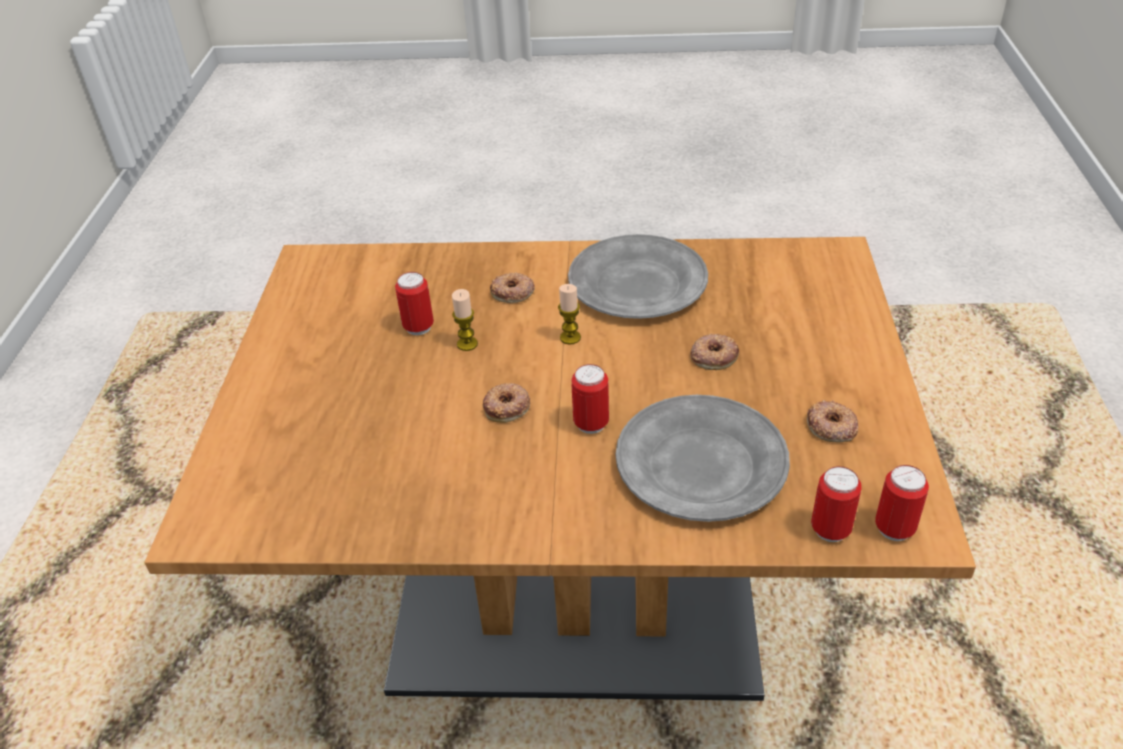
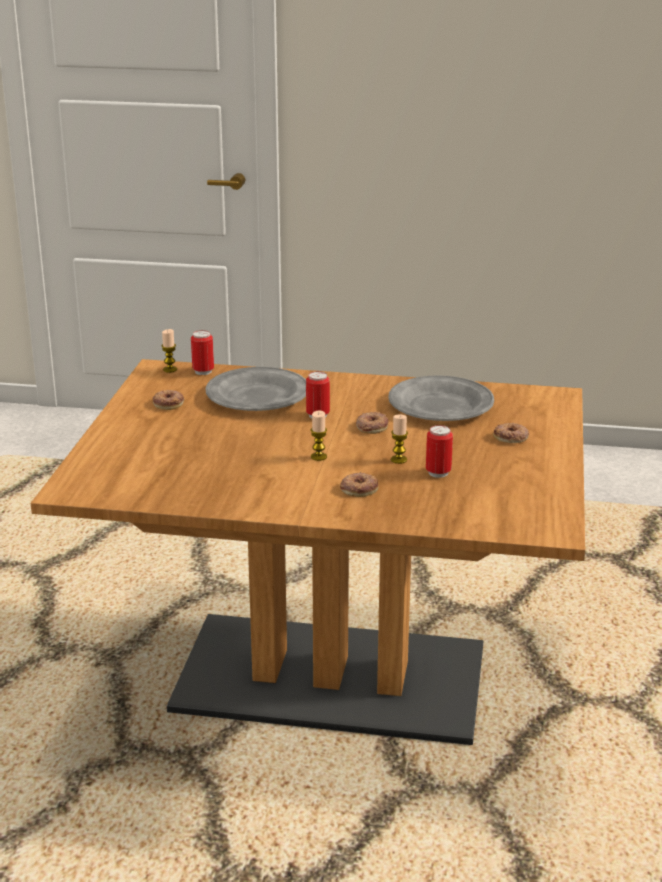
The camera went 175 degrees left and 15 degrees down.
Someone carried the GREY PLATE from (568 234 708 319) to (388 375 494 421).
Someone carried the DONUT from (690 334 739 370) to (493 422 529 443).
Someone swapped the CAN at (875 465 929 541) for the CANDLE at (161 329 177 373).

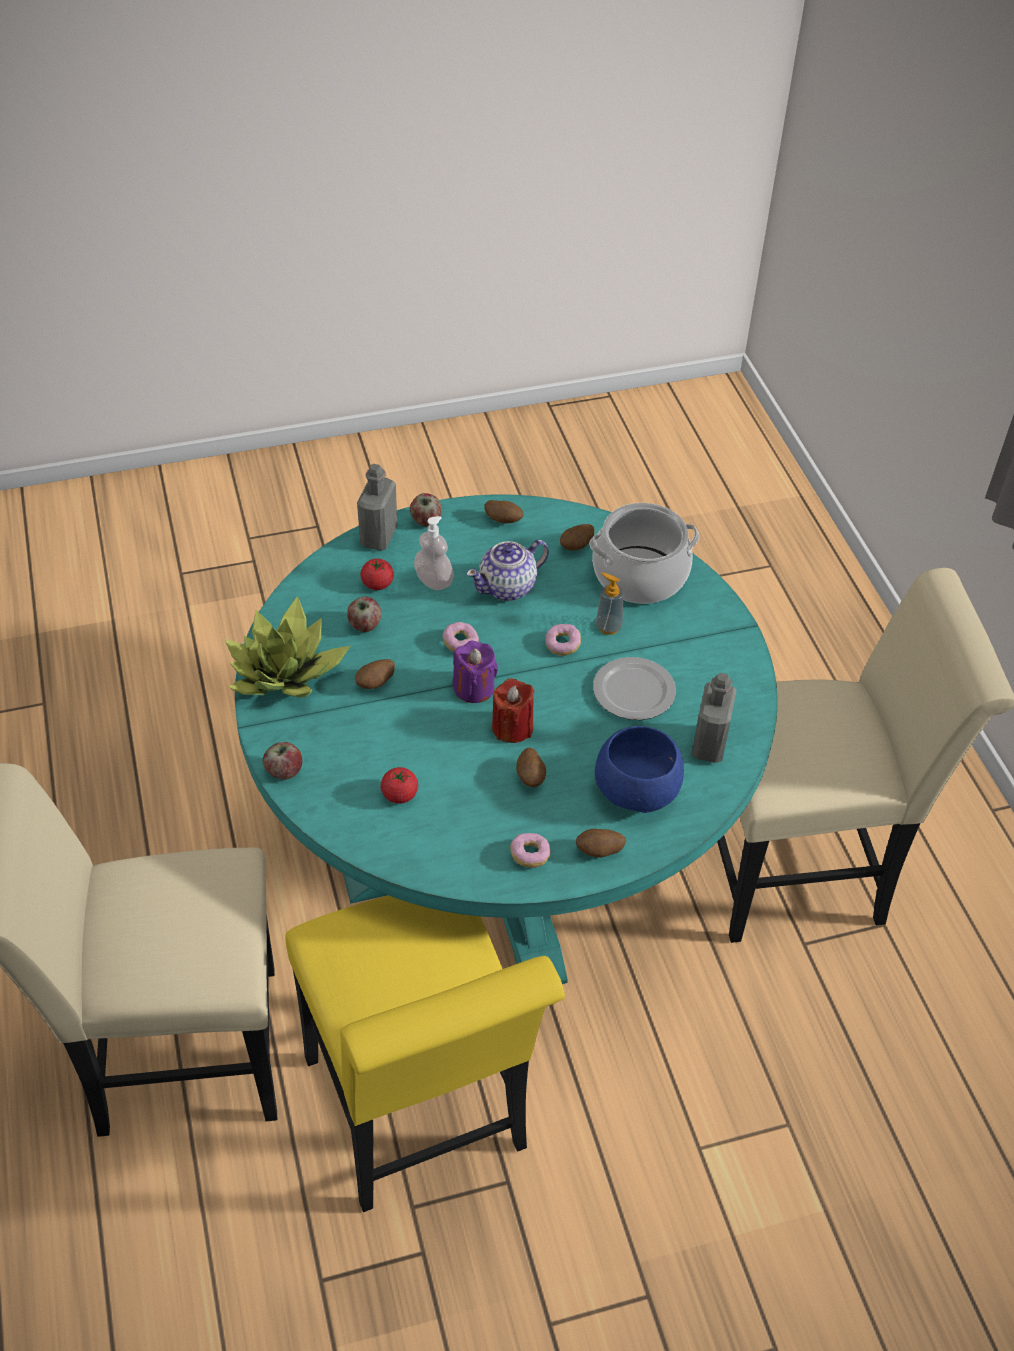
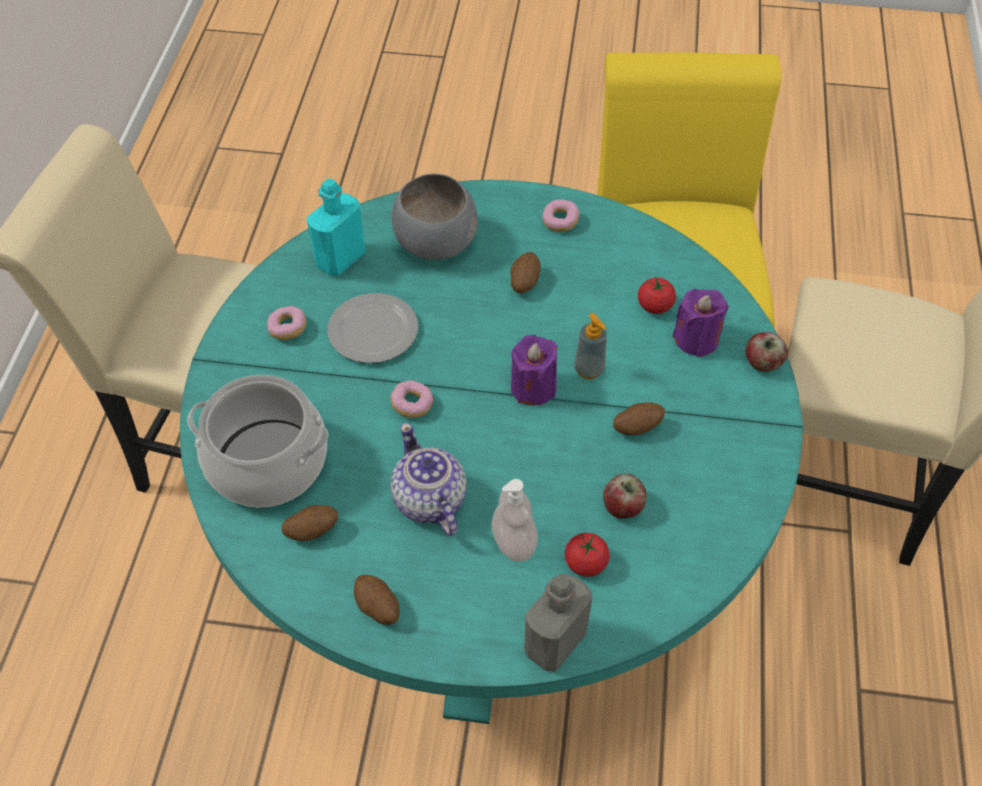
The camera went 155 degrees left and 5 degrees up.
Someone took away the POTTED PLANT at (225 596 350 698).
Someone took away the APPLE at (410 493 442 526).
Someone carried the DONUT from (443 622 479 652) to (267 306 306 340).
Someone rotated the TEAPOT at (467 539 549 601) by 105 degrees counterclockwise.
Someone took away the RED CANDLE at (492 679 534 743).
Someone took away the POTATO at (576 829 626 858).
Someone repainted the BLUE BOWL at (595 726 684 813), which became the GREY BOWL at (392 174 478 260).
Someone carried the SOAP DISPENSER from (596 572 624 635) to (574 313 606 379).
Someone repainted the GREY BOTTLE at (692 673 737 763), which became the TURQUOISE BOTTLE at (307 178 365 276).
Someone put down the PURPLE CANDLE at (672 289 728 357).

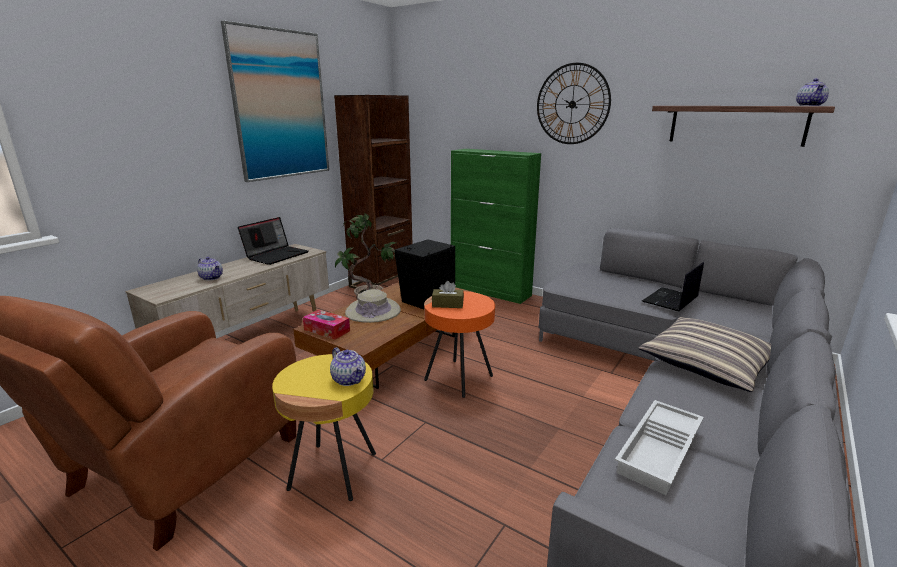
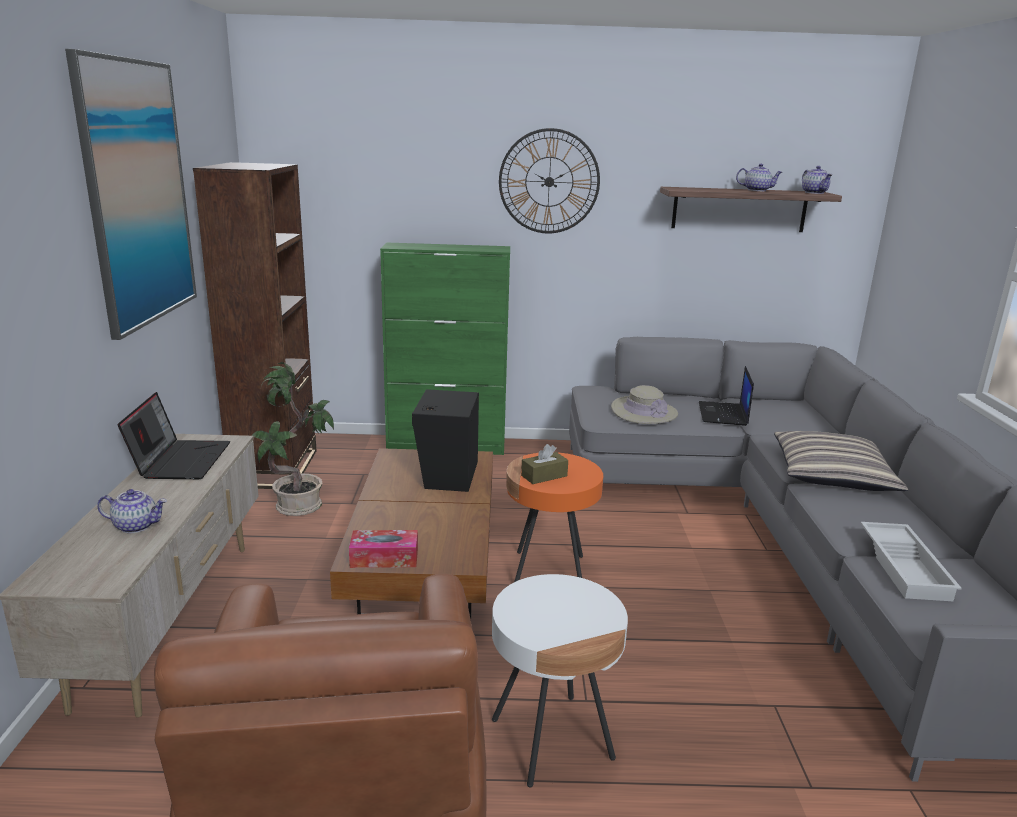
The camera went 35 degrees left and 0 degrees up.
Someone repainted the YELLOW SIDE TABLE at (272 354 376 501), which became the WHITE SIDE TABLE at (492 574 628 787).
Someone carried the TEAPOT from (330 347 366 386) to (736 164 782 191).
Someone carried the BEIGE HAT from (345 289 401 323) to (611 385 678 424).

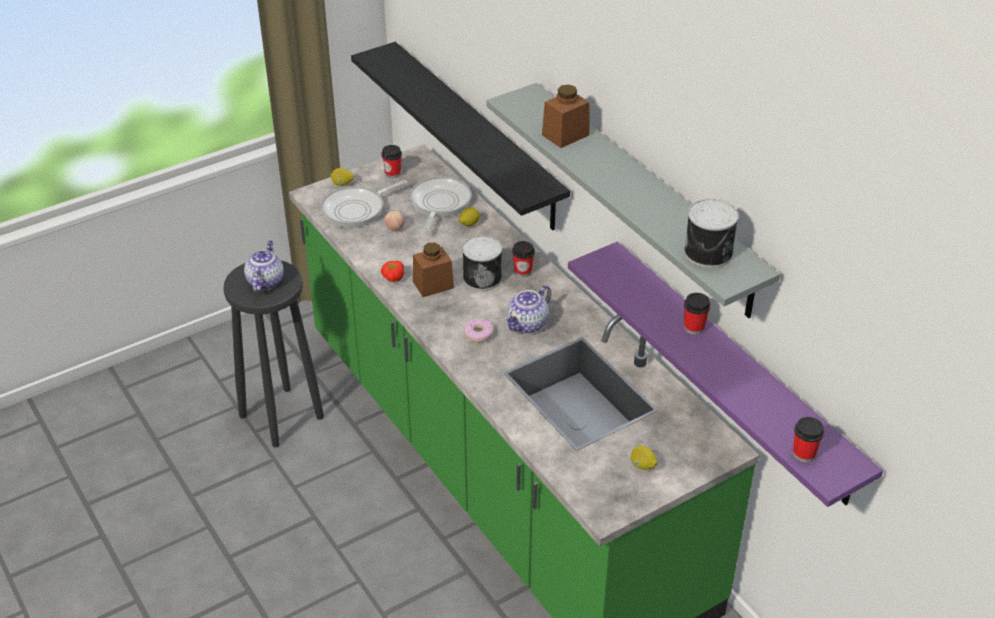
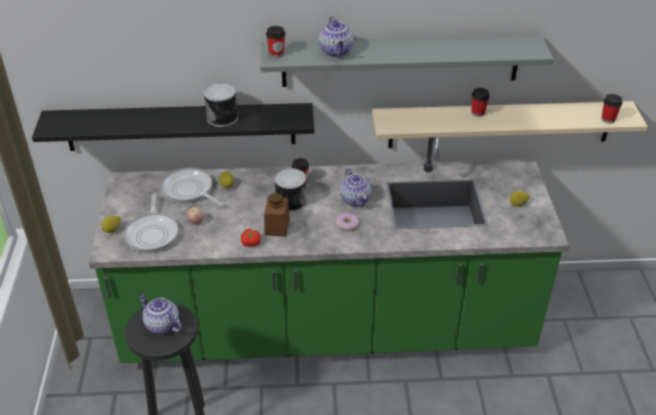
The camera went 60 degrees left and 0 degrees up.
Someone carried the CUP from (381 145 402 178) to (266 26 285 58).
Someone swapped the BROWN JAR at (542 85 590 148) for the TEAPOT at (319 17 353 57).
Someone repainted the PURPLE SHELF at (568 242 883 507), which became the BEIGE SHELF at (372 101 648 148).
Someone carried the CAN from (684 199 739 268) to (203 82 238 127).

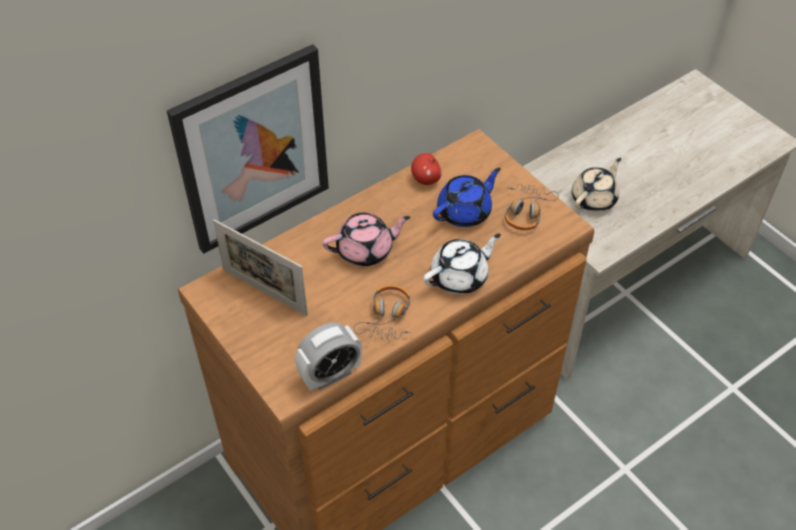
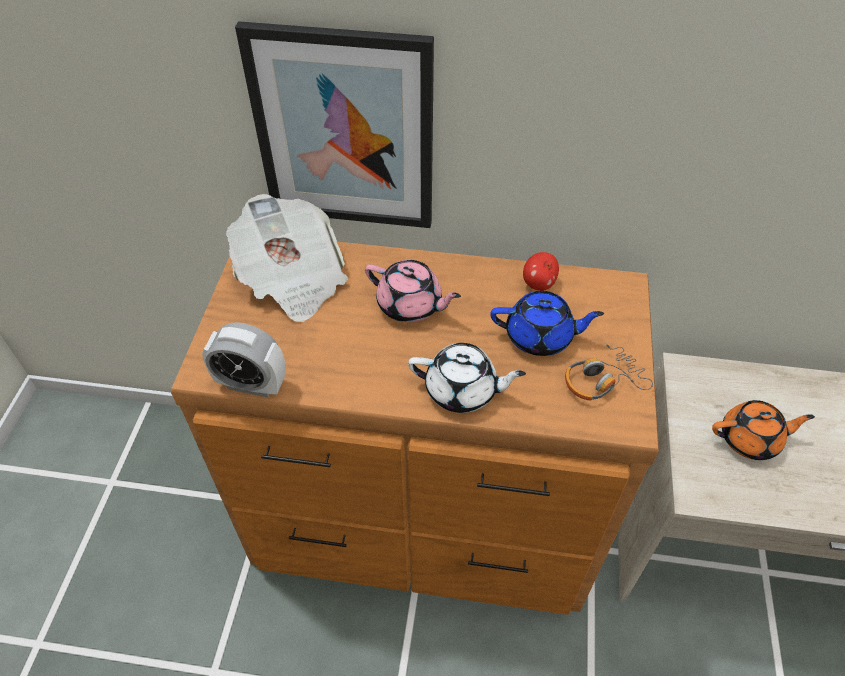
The camera went 45 degrees right and 0 degrees up.
Someone swapped the PICTURE FRAME at (213 219 308 316) for the NEWSPAPER at (226 194 348 322).
Someone took away the HEADPHONES at (354 285 411 340).
Someone repainted the BEIGE TEAPOT at (572 158 621 212), which became the ORANGE TEAPOT at (712 400 815 460).

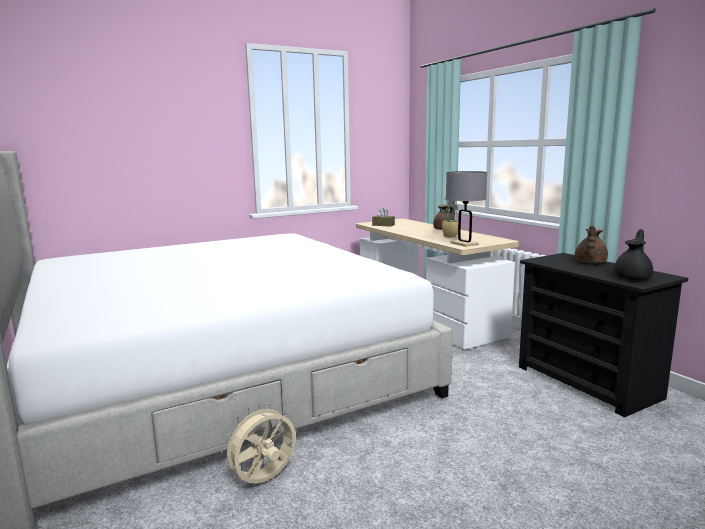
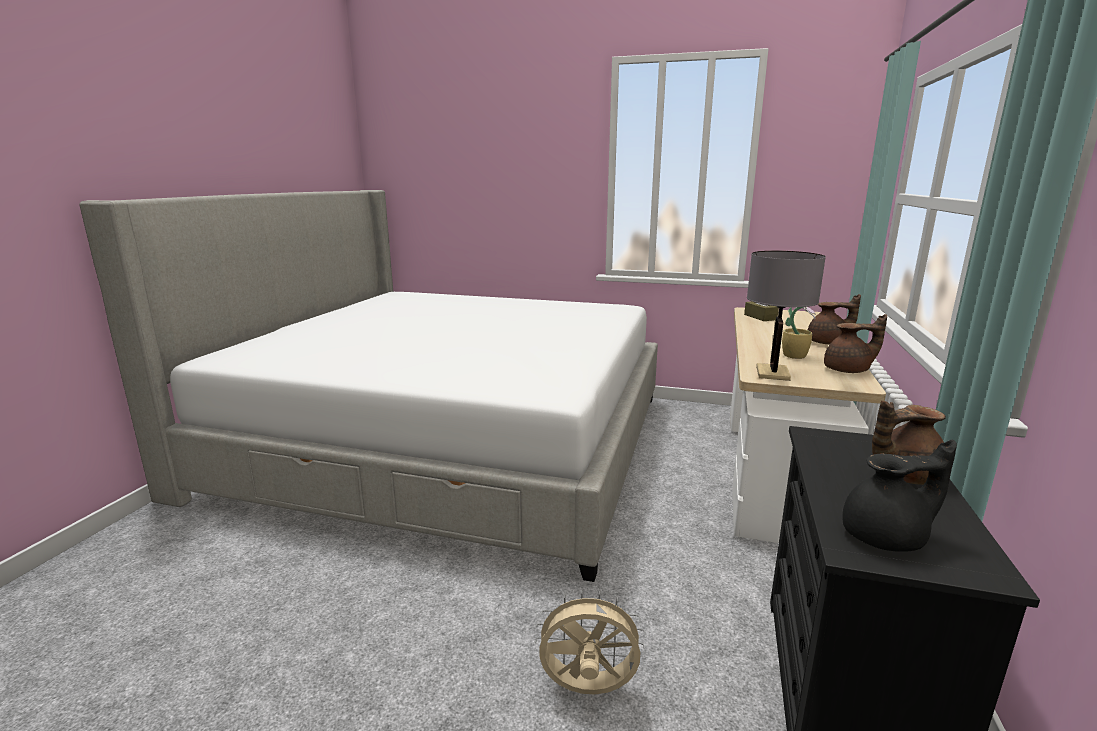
The camera went 45 degrees right and 5 degrees up.
Someone carried the BEIGE FAN from (221 403 296 484) to (535 589 646 694).
Someone put down the BROWN TEAPOT at (824 314 887 373).

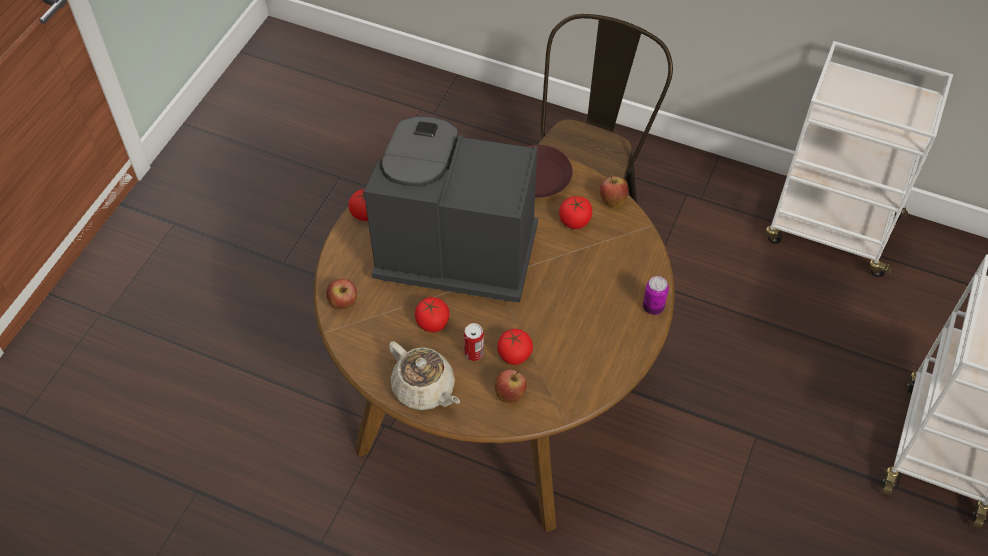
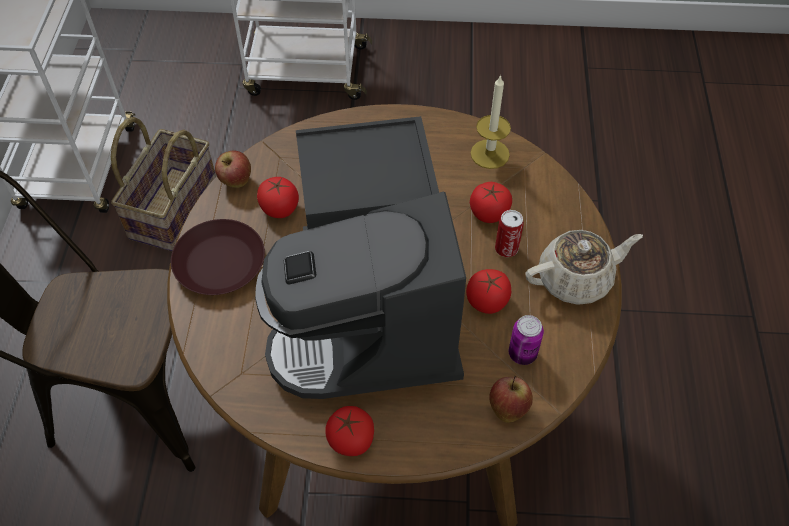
The camera went 110 degrees left and 0 degrees up.
Someone rotated the BEIGE TEAPOT at (389 341 460 410) by 45 degrees clockwise.
Someone took away the APPLE at (494 369 527 403).
Someone carried the CAN from (643 276 669 315) to (509 315 544 365).
Someone put down the BASKET at (111 117 216 251).
Someone put down the CANDLE at (470 75 511 169).

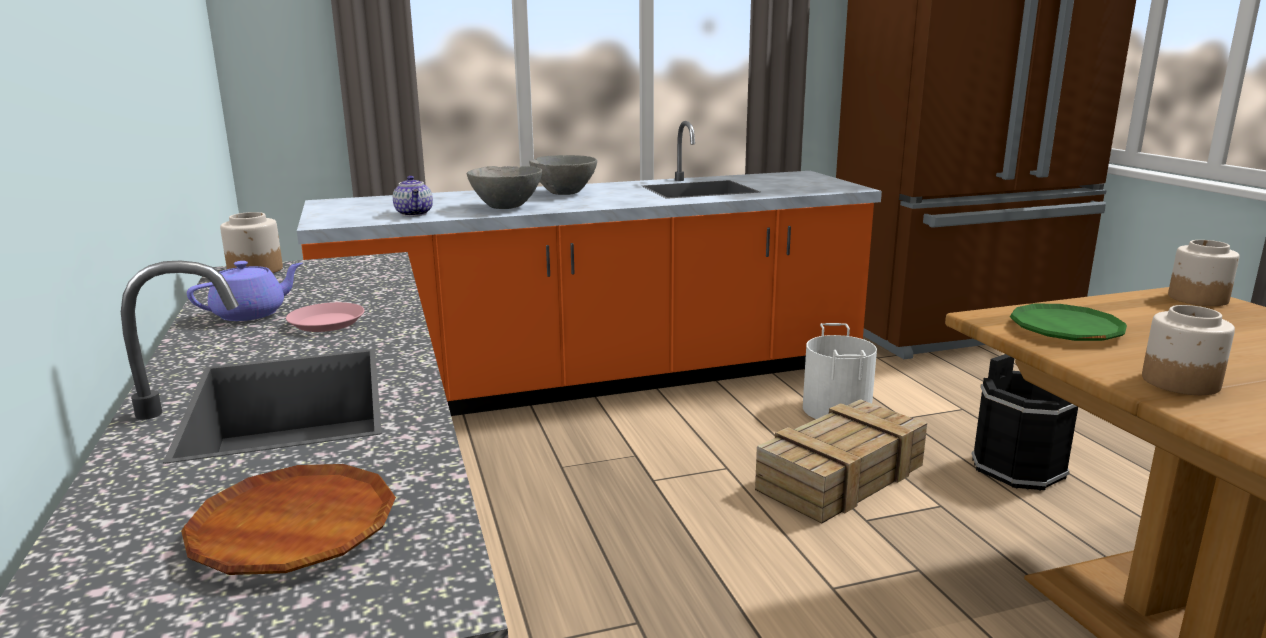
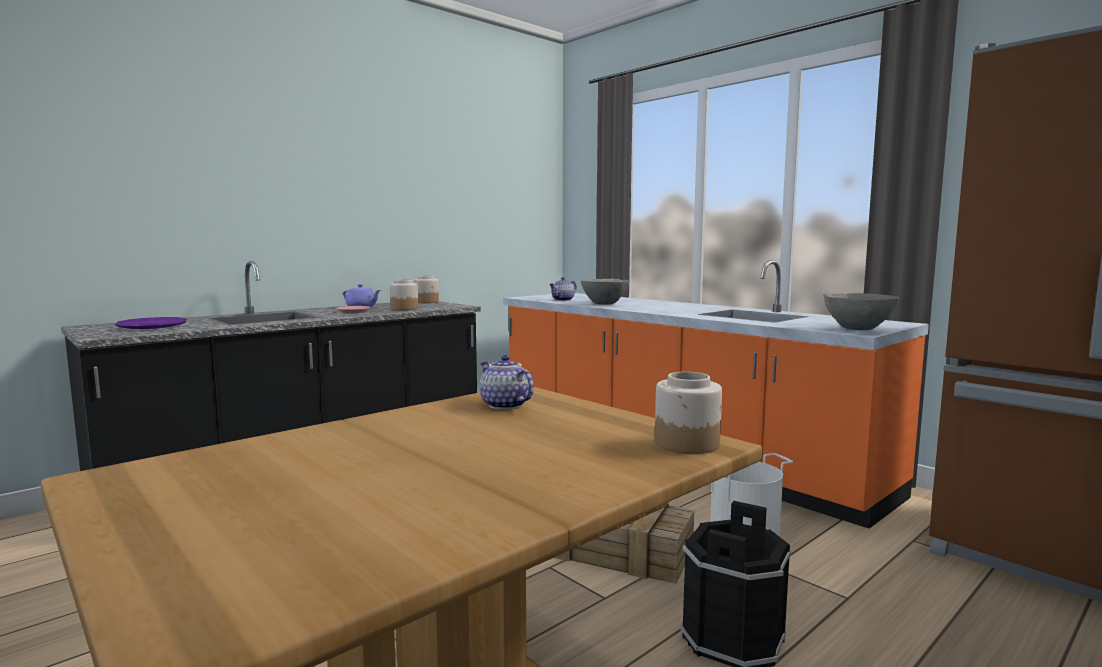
The camera went 65 degrees right and 10 degrees down.
Someone repainted the BROWN PLATE at (181 464 396 575), which became the PURPLE PLATE at (115 317 187 329).
Someone carried the GREY BOWL from (529 155 597 195) to (823 293 899 330).
Someone swapped the GREEN PLATE at (1010 304 1127 341) for the TEAPOT at (480 355 534 410).
Someone carried the JAR from (1142 305 1235 395) to (390 279 418 310).

